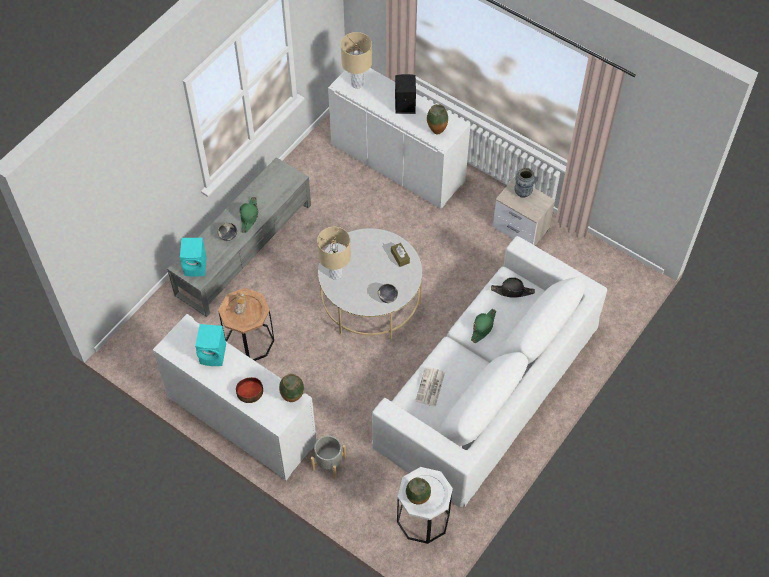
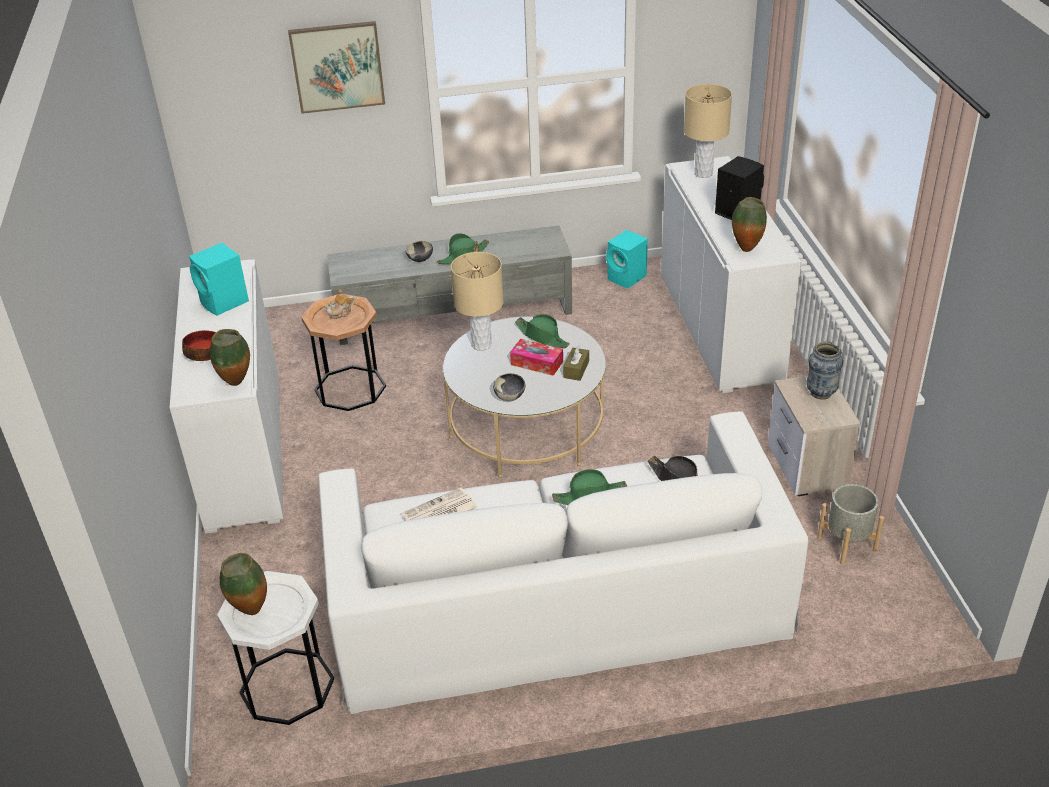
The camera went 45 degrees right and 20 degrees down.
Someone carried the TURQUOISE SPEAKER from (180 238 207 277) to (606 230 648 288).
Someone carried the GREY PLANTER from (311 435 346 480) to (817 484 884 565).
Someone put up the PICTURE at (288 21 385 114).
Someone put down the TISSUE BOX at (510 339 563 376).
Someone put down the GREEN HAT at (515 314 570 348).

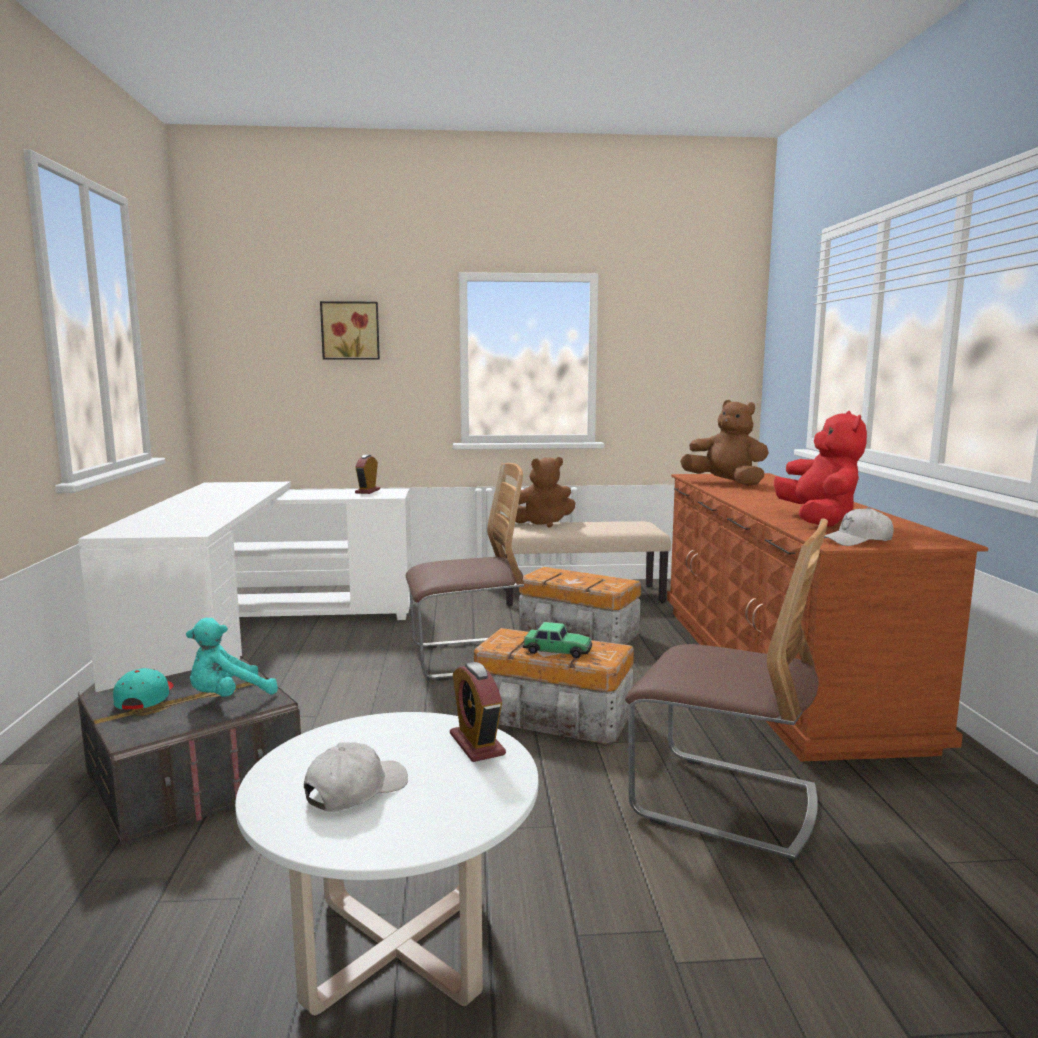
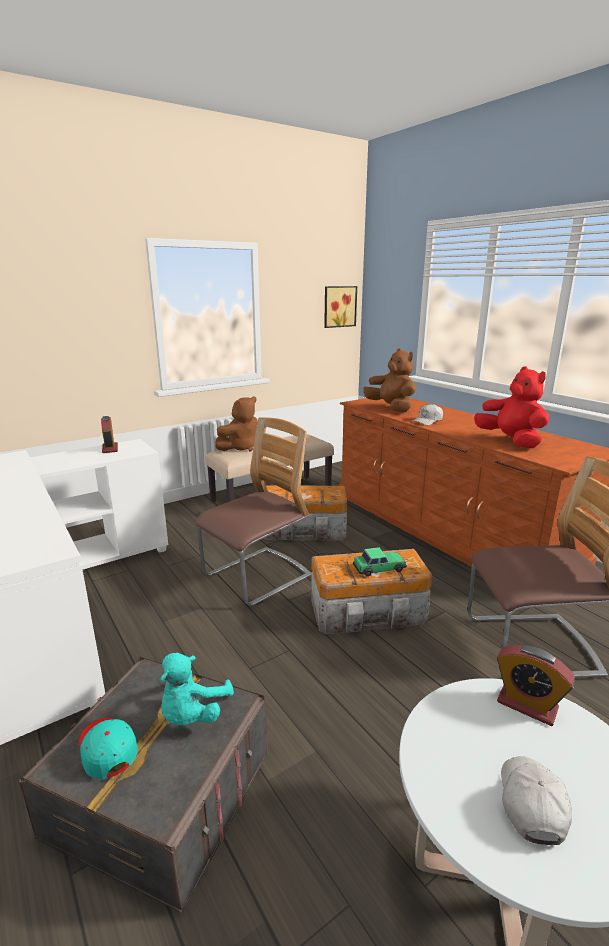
The camera went 30 degrees left and 10 degrees up.
Someone carried the PICTURE from (320 301 380 359) to (324 286 357 328).
Someone rotated the BROWN PLUSH TOY at (680 400 769 486) by 45 degrees clockwise.
Someone carried the WHITE CAP from (824 507 894 546) to (412 404 443 425).

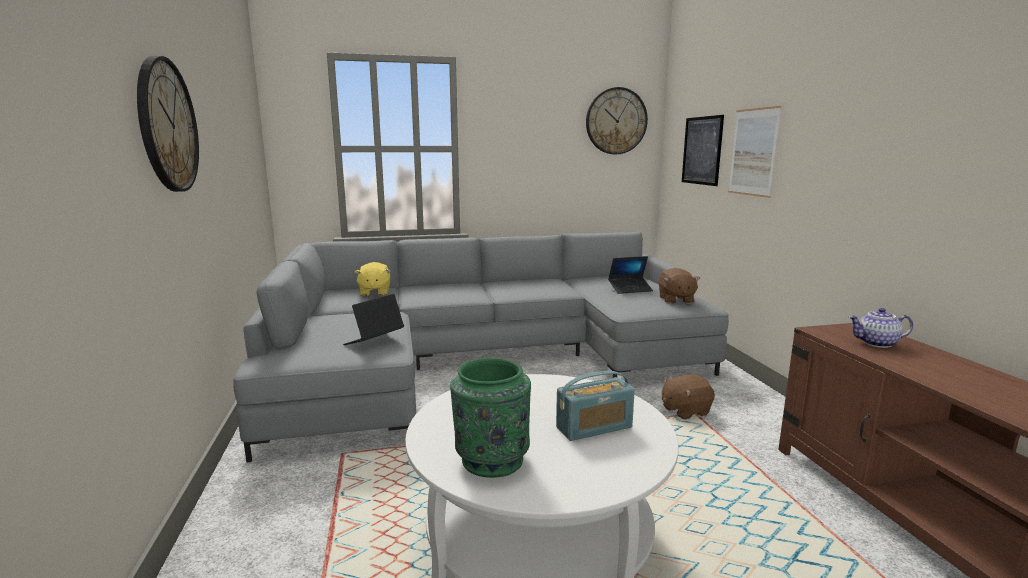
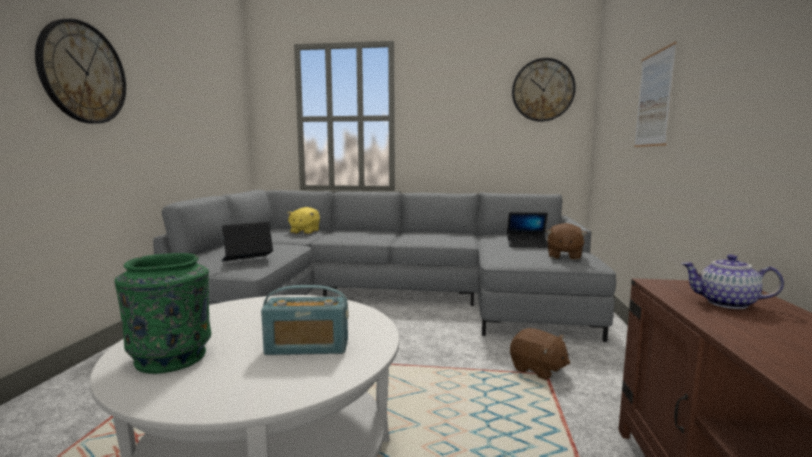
The camera went 20 degrees right and 5 degrees down.
Someone rotated the BROWN PLUSH TOY at (662 375 715 420) by 135 degrees counterclockwise.
Someone took away the PICTURE at (682 115 724 186).

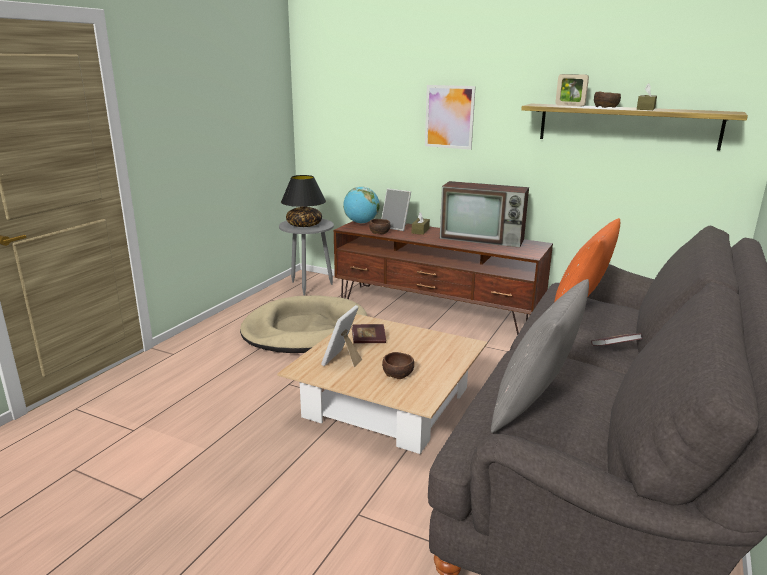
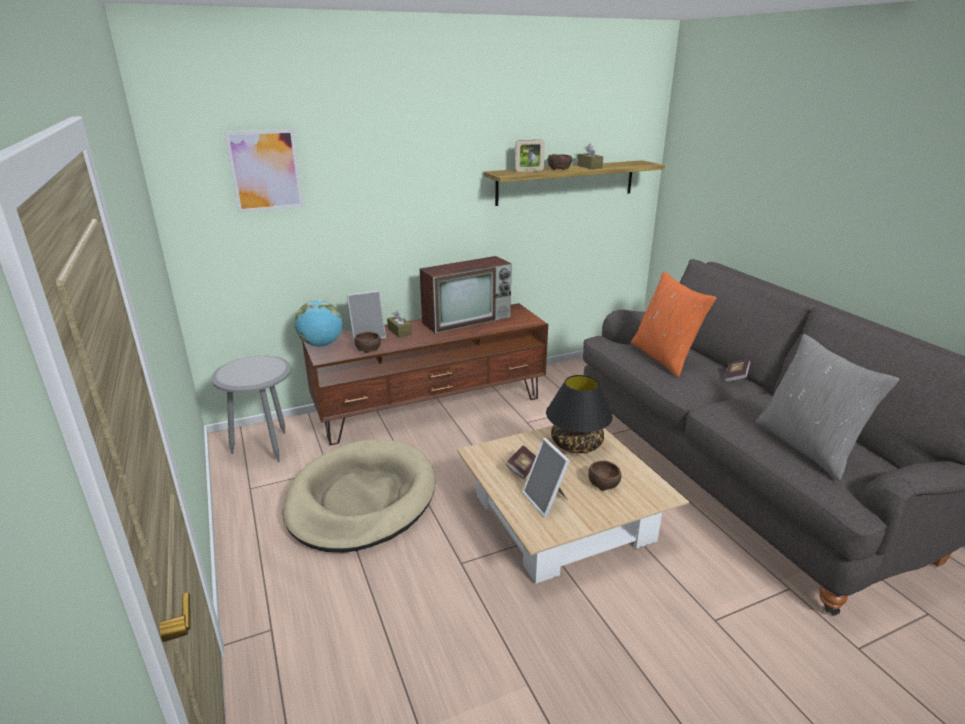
The camera went 50 degrees left and 5 degrees up.
Someone carried the BLACK TABLE LAMP from (281 175 326 227) to (546 375 613 453).
Someone carried the PICTURE from (425 85 476 150) to (224 129 303 213).

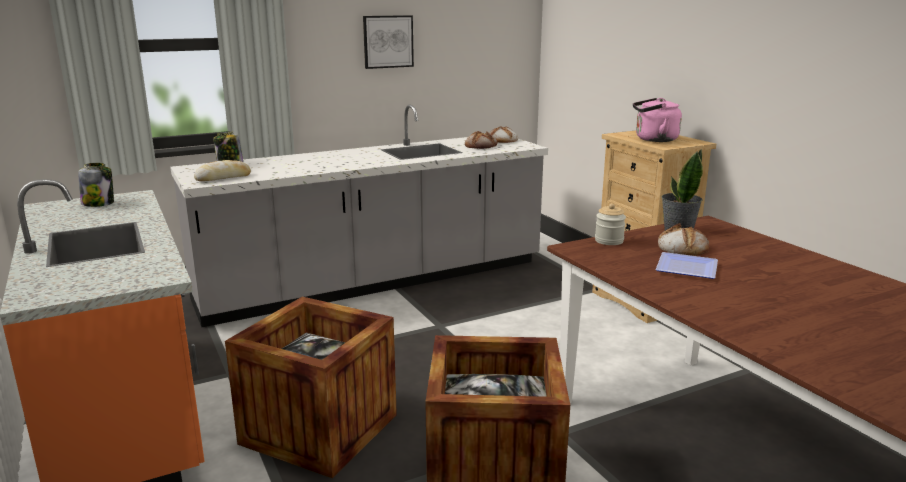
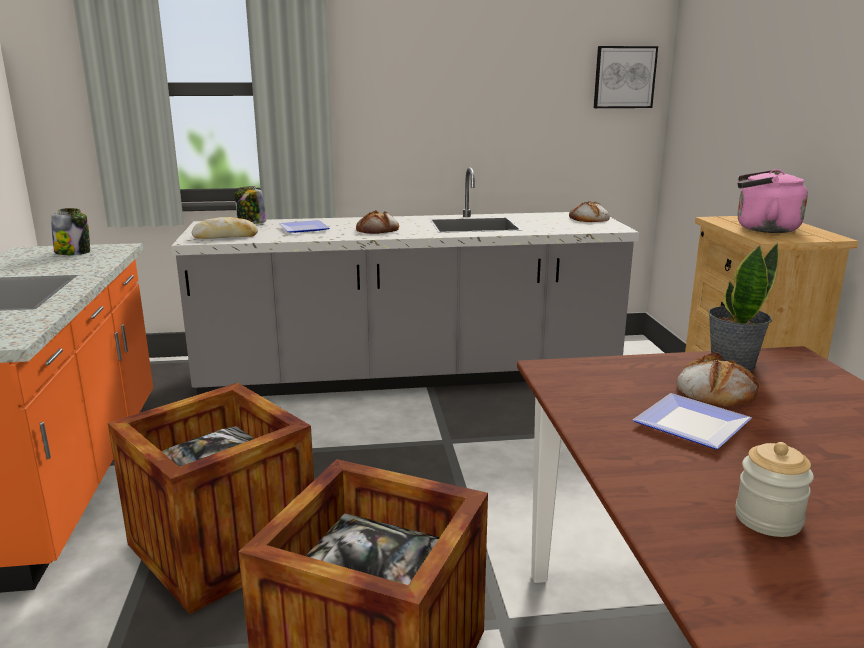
The camera went 20 degrees right and 0 degrees up.
Someone carried the PICTURE from (363 15 414 69) to (594 46 658 108).
Someone carried the BREAD from (465 131 497 149) to (356 210 399 234).
Someone carried the JAR from (595 204 626 245) to (735 442 814 537).
Someone put down the PLATE at (279 220 330 233).

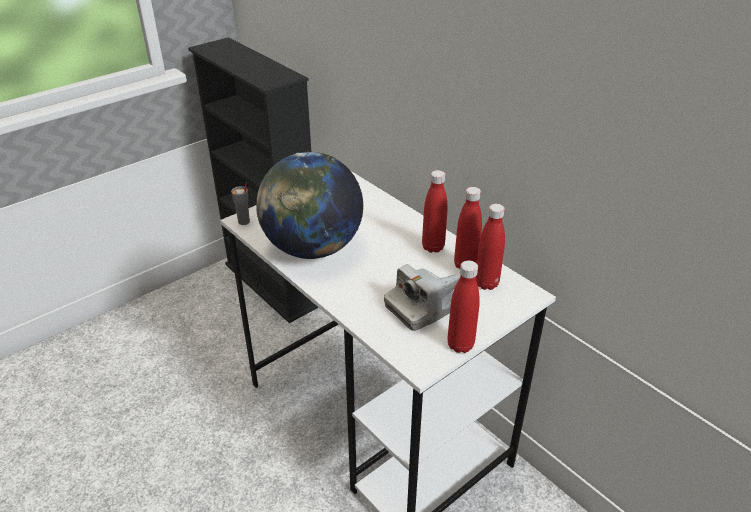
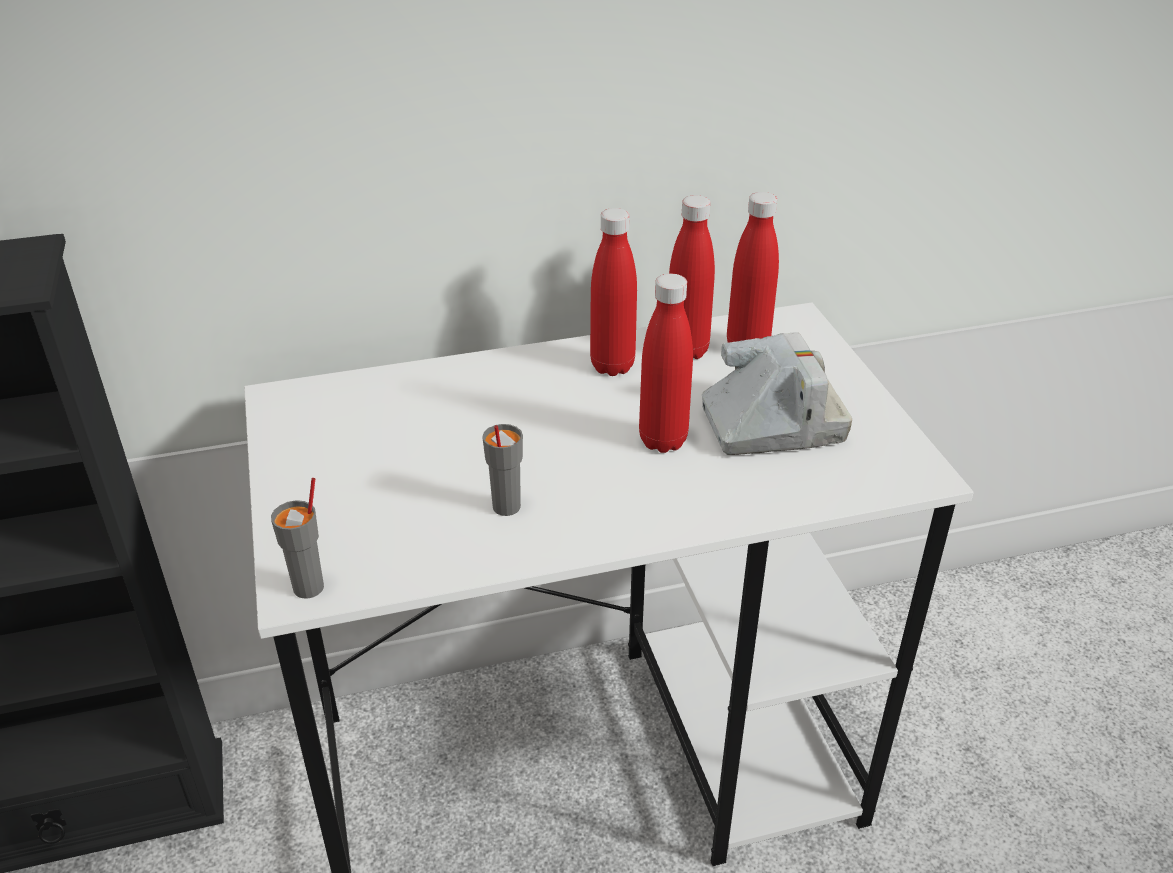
The camera went 65 degrees left and 0 degrees up.
Someone swapped the GLOBE at (256 152 363 259) for the GREY CUP at (482 424 523 516).
Someone rotated the PHOTO CAMERA at (384 264 460 331) by 90 degrees counterclockwise.
Someone carried the RED BOTTLE from (447 260 480 353) to (639 274 693 453).

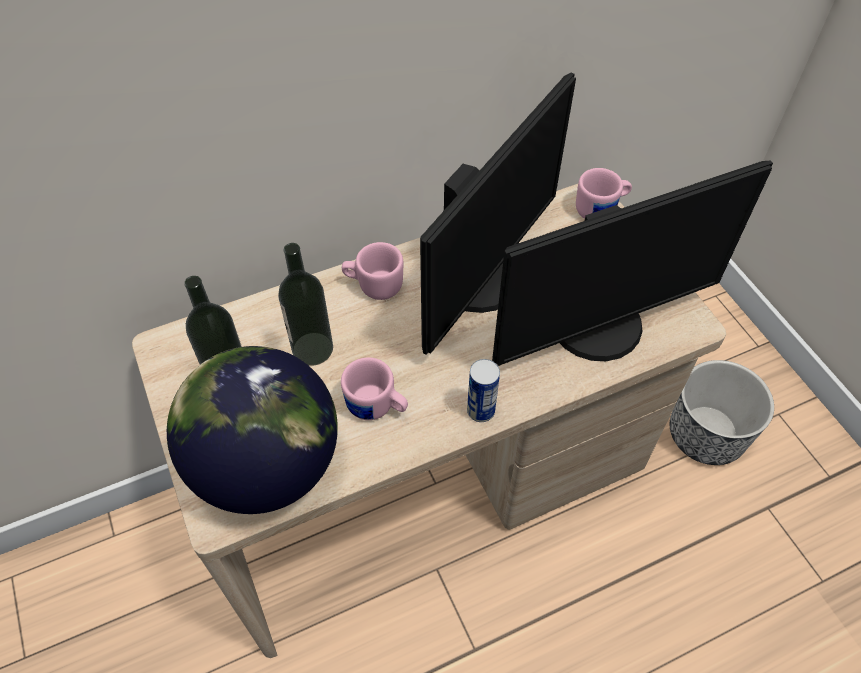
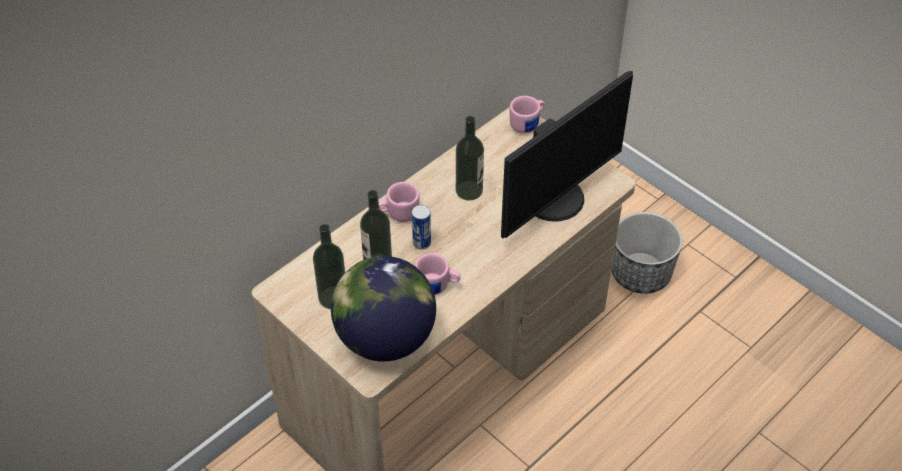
The camera went 20 degrees left and 5 degrees down.
Someone swapped the MONITOR at (420 72 576 355) for the BOTTLE at (456 116 484 201).
Someone carried the CAN from (467 359 500 422) to (412 205 431 250).

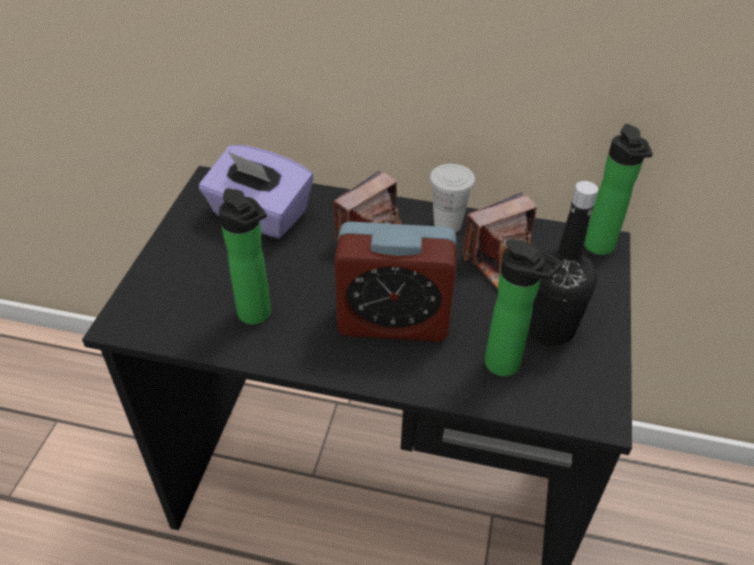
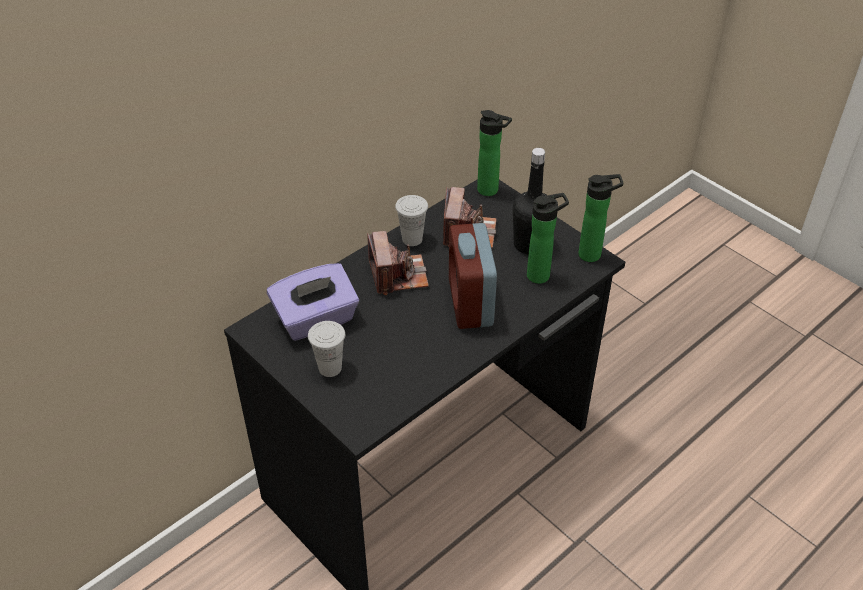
The camera went 55 degrees left and 0 degrees up.
Someone carried the BOTTLE from (219 188 271 325) to (578 174 623 262).
Someone rotated the ALARM CLOCK at (335 222 456 342) by 135 degrees clockwise.
Someone put down the WHITE CUP at (308 321 345 377).

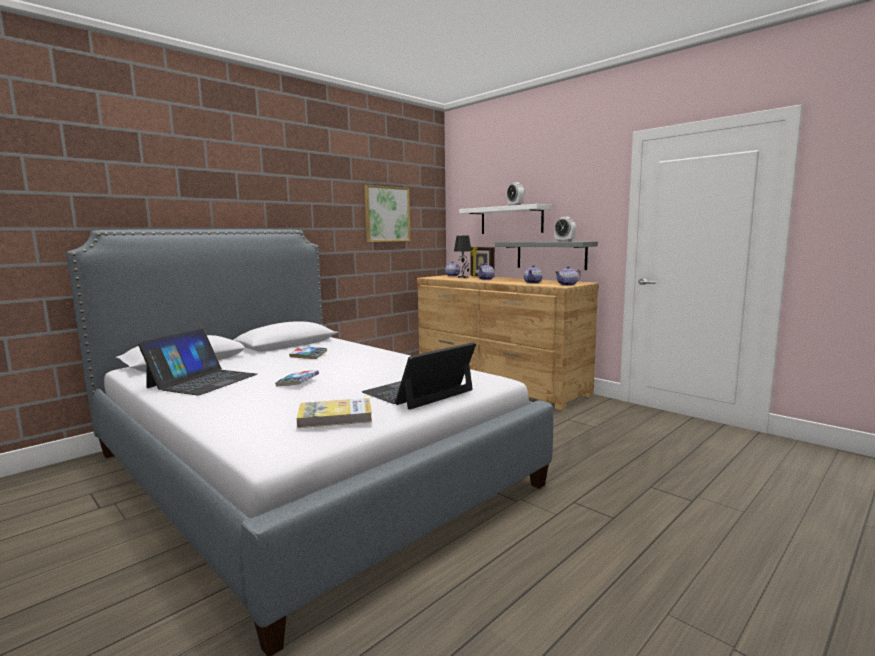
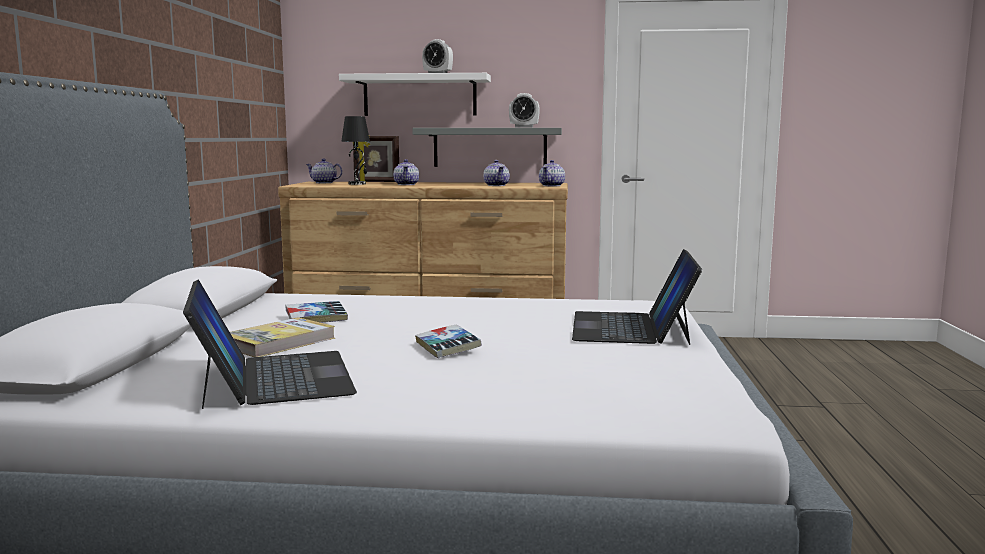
The camera went 40 degrees left and 0 degrees up.
Someone carried the BOOK from (296 398 372 428) to (230 317 335 357).
Someone took away the PICTURE at (364 185 410 242).

